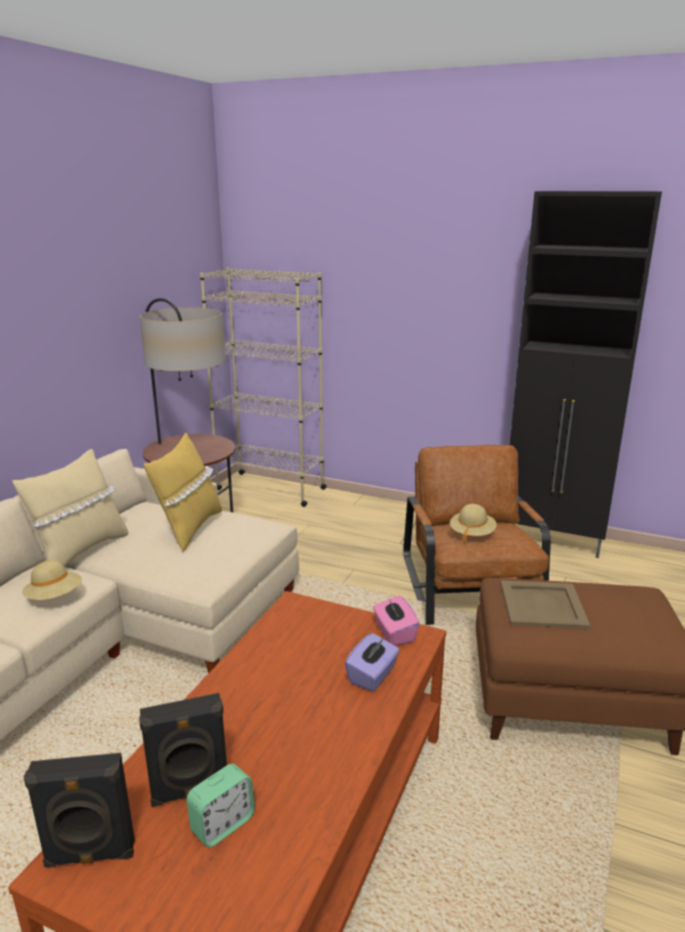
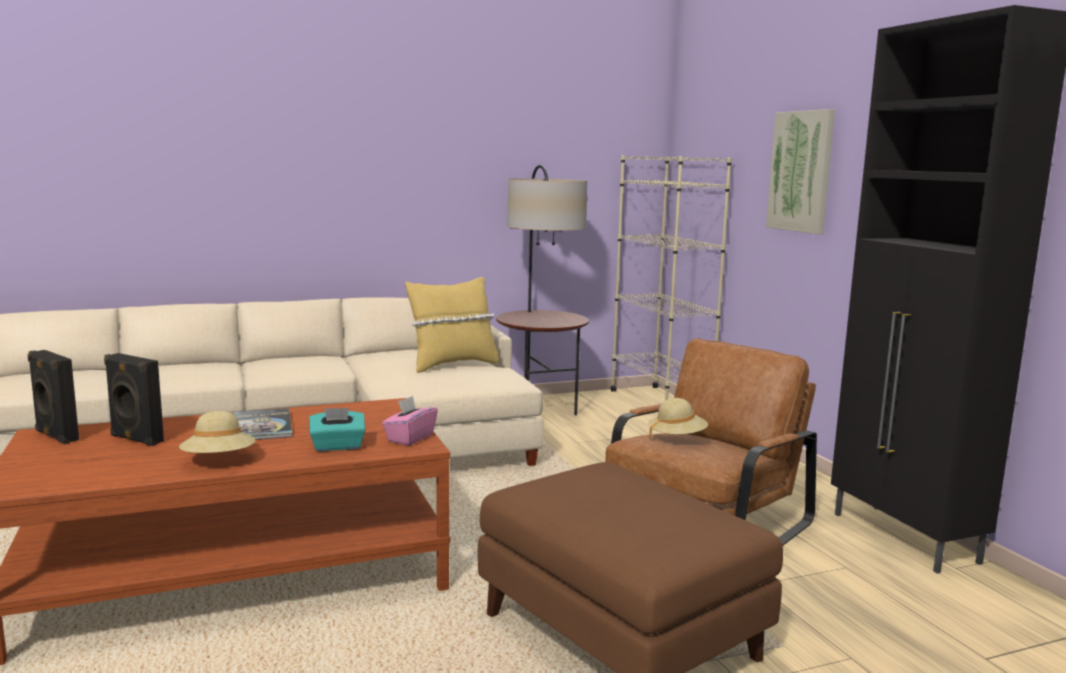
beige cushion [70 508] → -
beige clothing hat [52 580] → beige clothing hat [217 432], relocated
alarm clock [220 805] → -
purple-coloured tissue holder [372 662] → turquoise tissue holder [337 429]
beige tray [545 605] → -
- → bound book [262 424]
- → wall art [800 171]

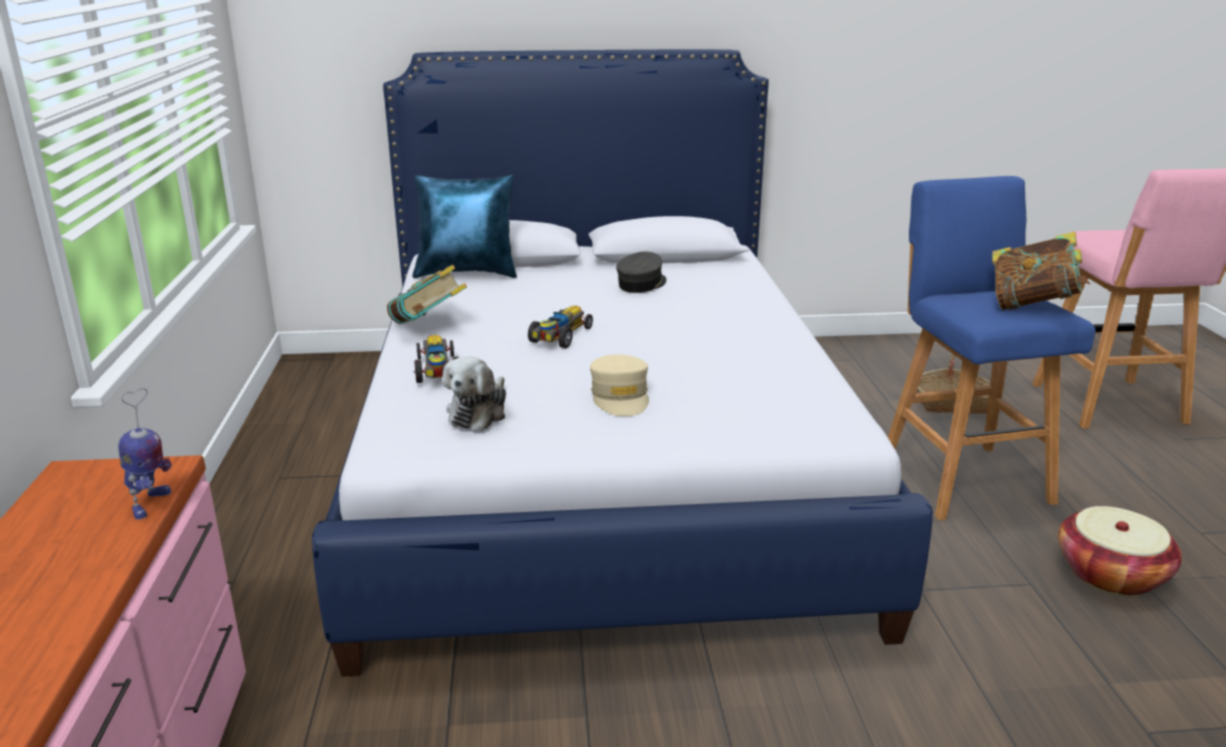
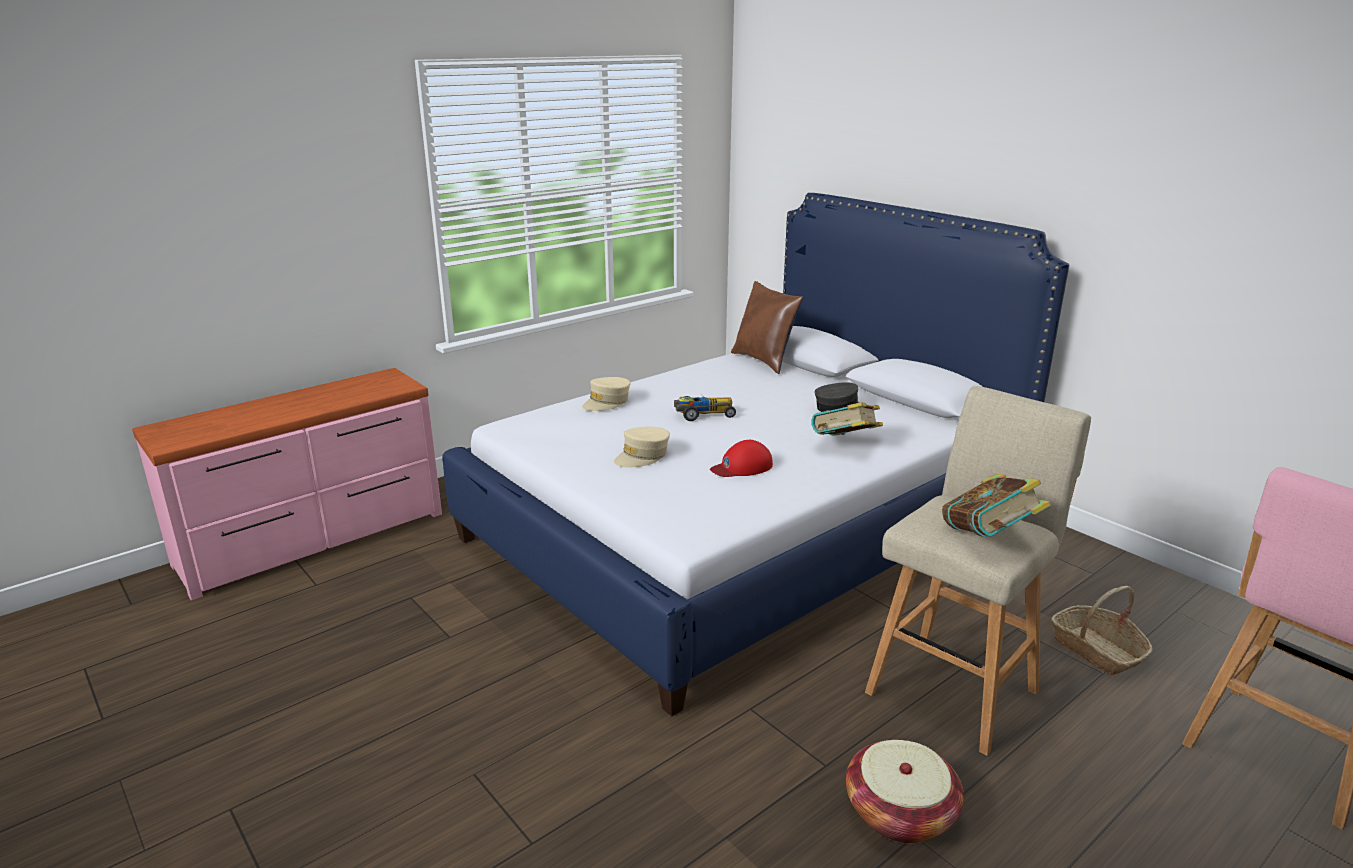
toy robot [145 454] → -
bound book [427 294] → bound book [847 419], relocated
blue-coloured cushion [465 226] → brownish cushion [767 327]
miniature car [436 359] → beige peaked cap [606 394]
soft toy [474 393] → -
blue-coloured stool [992 348] → beige stool [978 571]
- → reddish peaked cap [741 458]

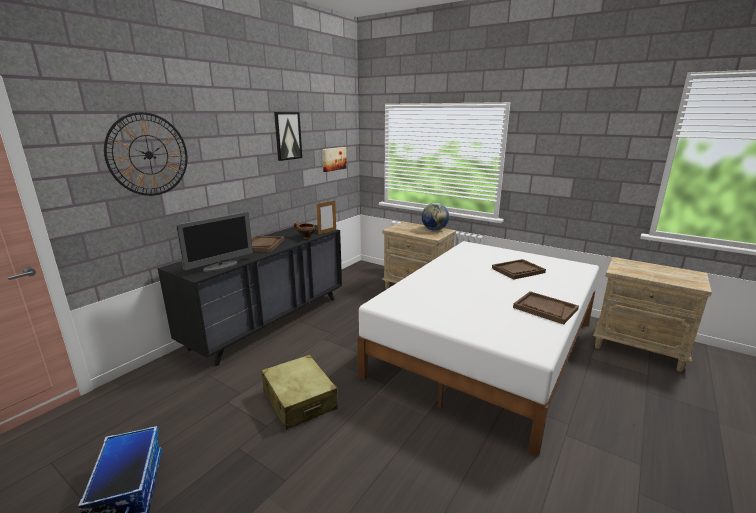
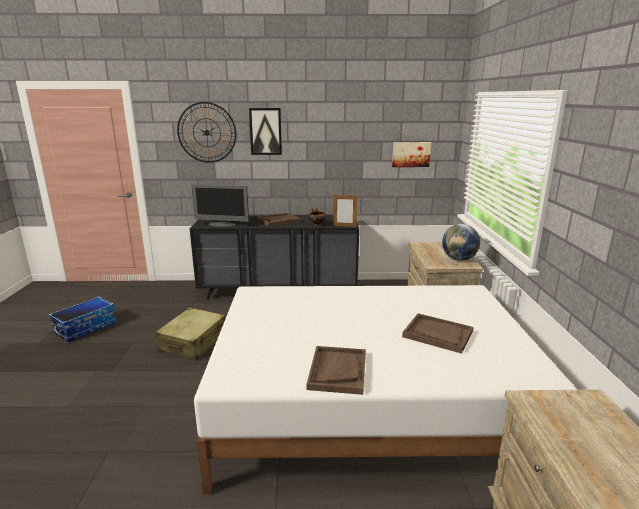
wall art [288 136] → wall art [265 131], relocated

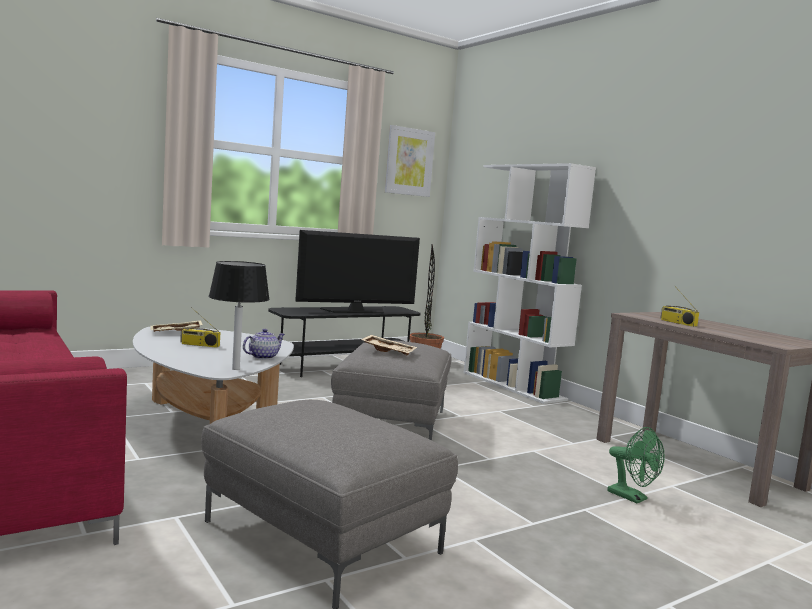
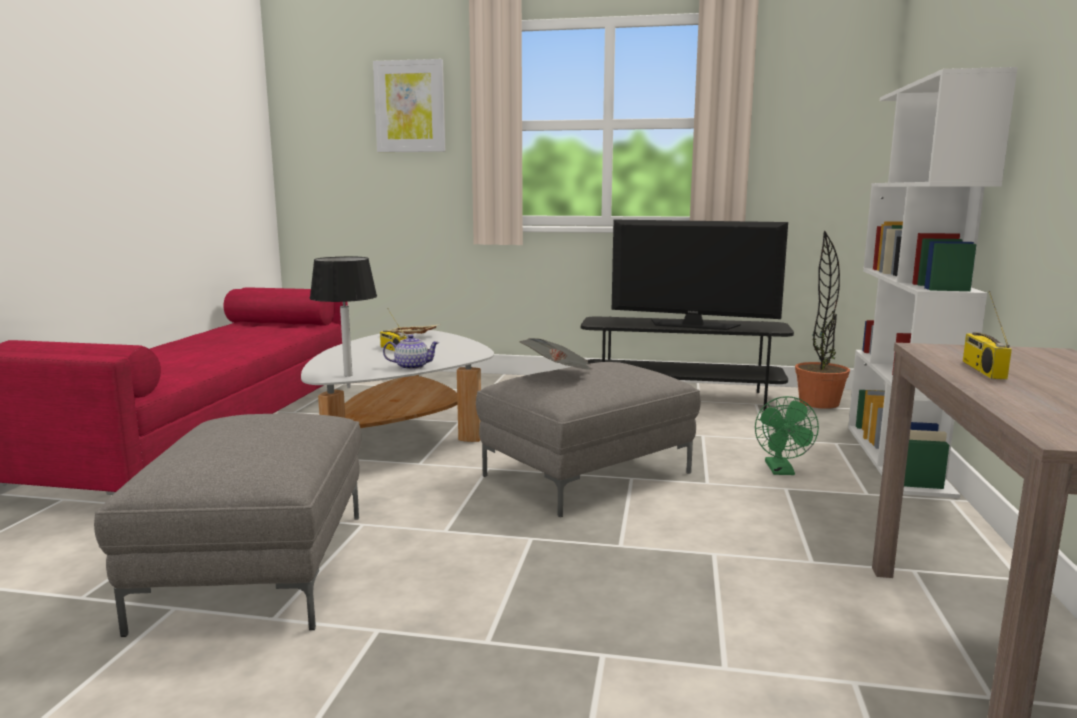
beige tray [389 345] → daily paper [556 354]
wall art [410 161] → wall art [409 105], relocated
green-coloured electric fan [636 465] → green-coloured electric fan [787 435], relocated

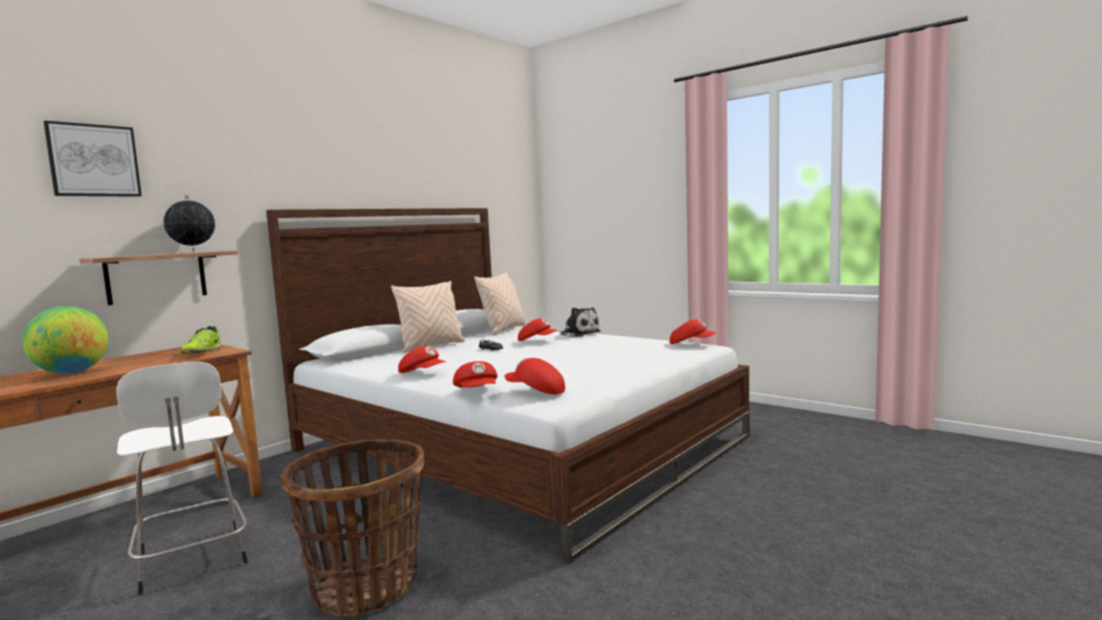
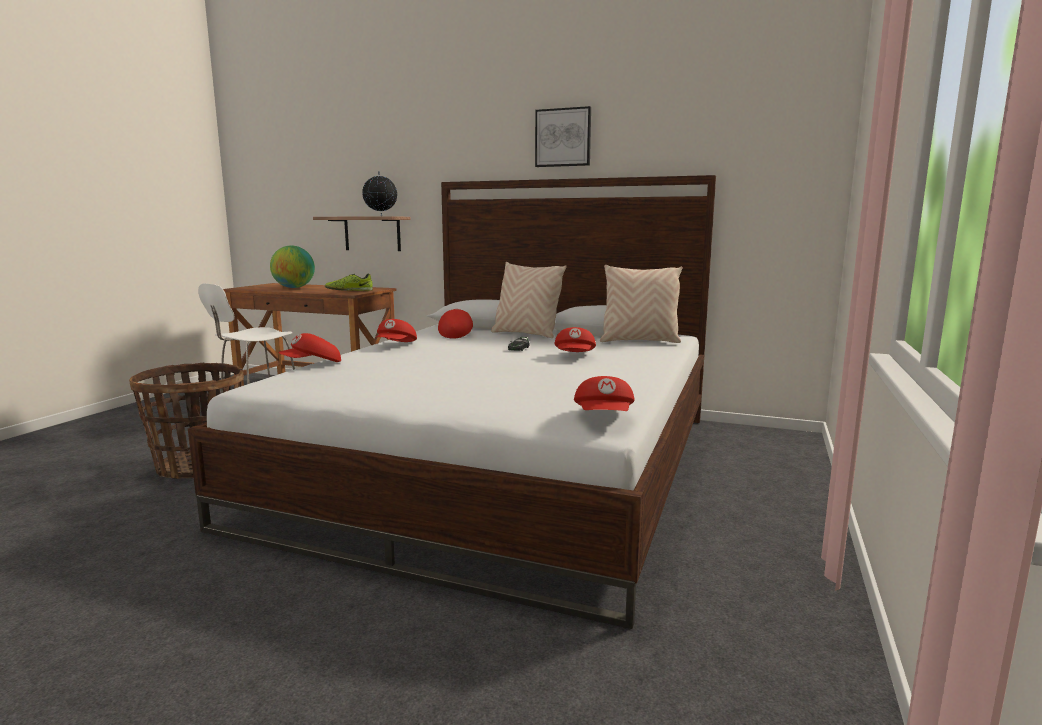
wall art [92 159] → wall art [563 136], relocated
reddish peaked cap [534 376] → reddish peaked cap [455 324], relocated
soft toy [579 322] → -

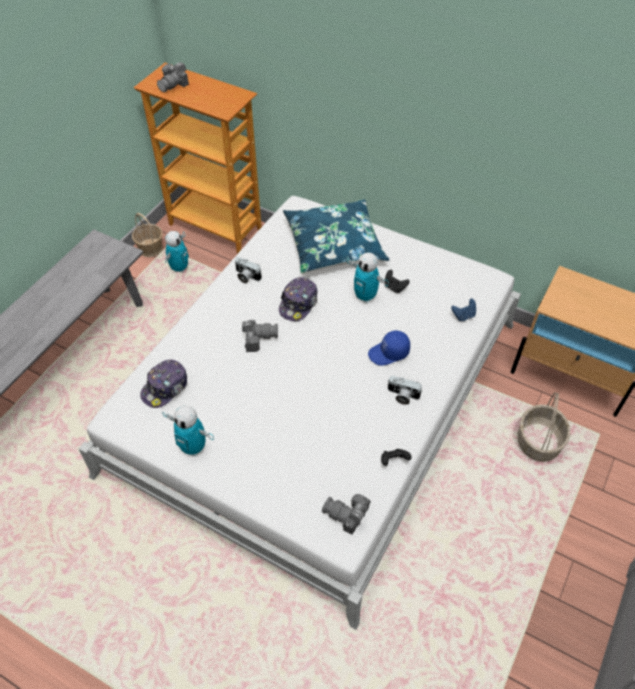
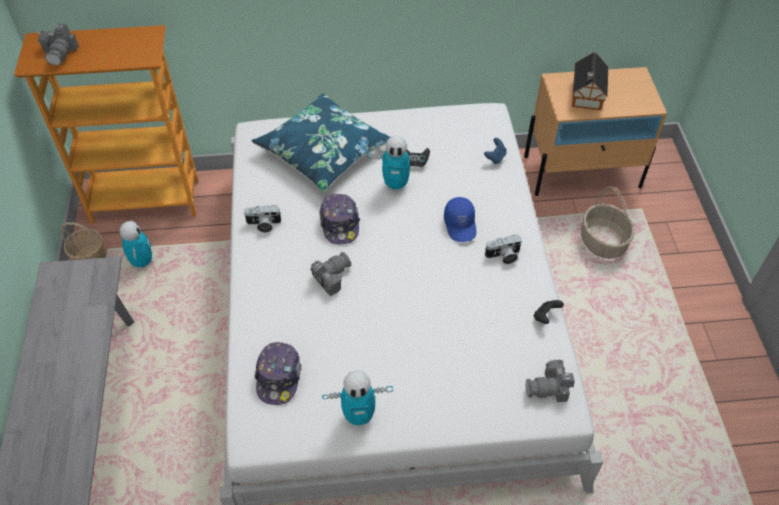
blue-coloured peaked cap [389 348] → blue-coloured peaked cap [460 219], 45 degrees counterclockwise
- → model house [590 81]

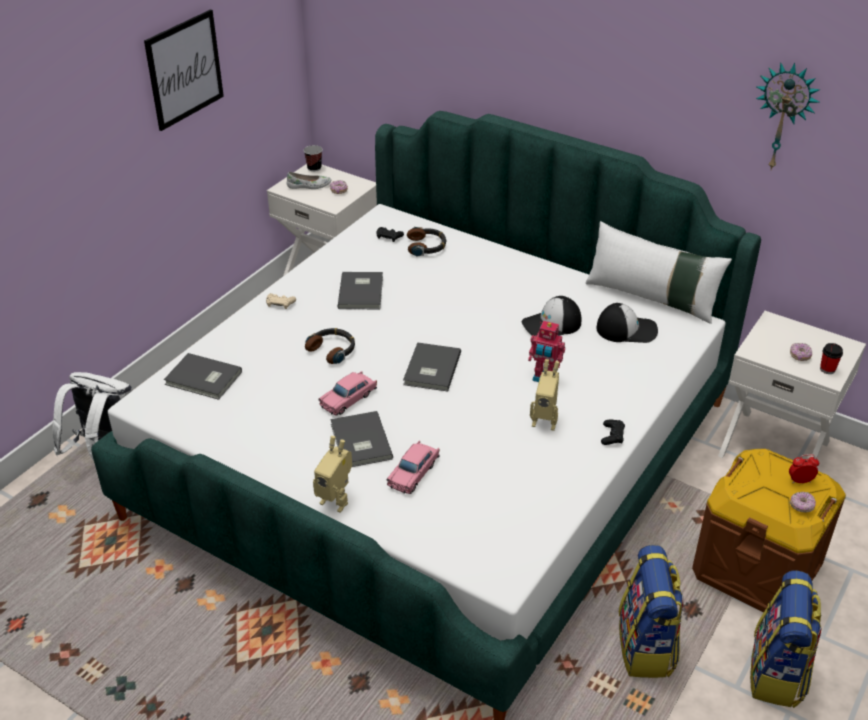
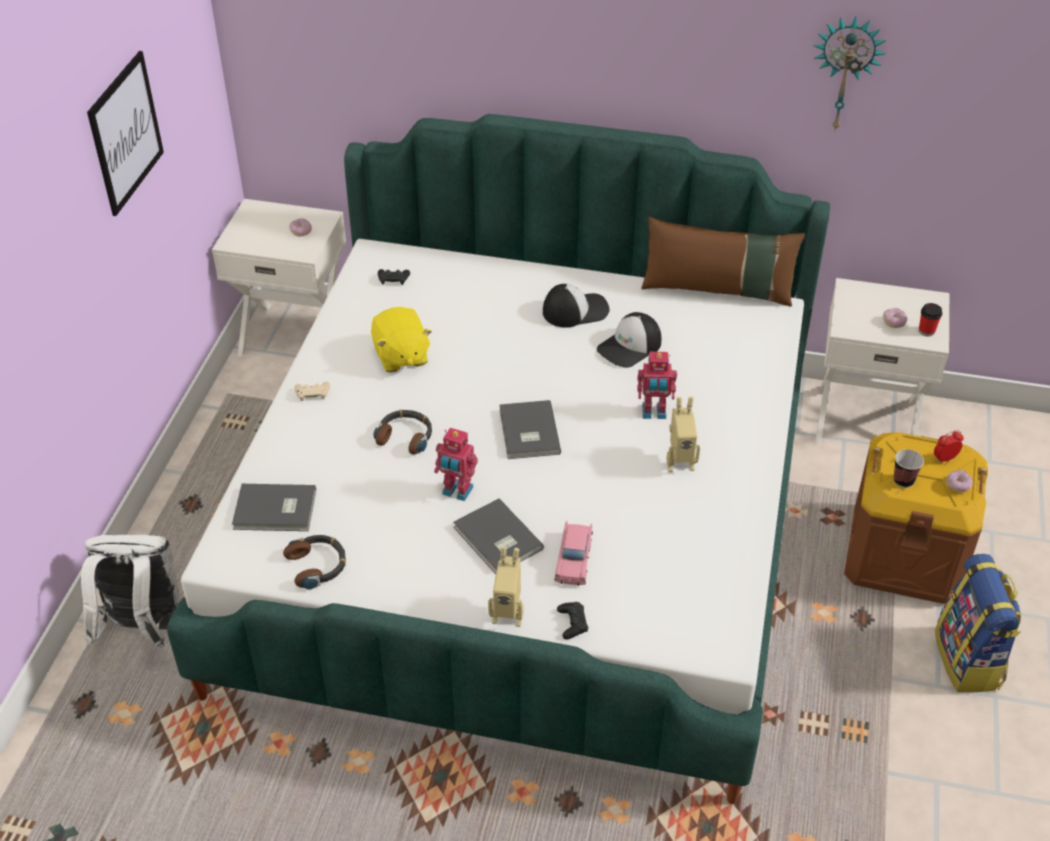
whitish shoe [309 180] → -
cup [313 158] → cup [909 468], relocated
pinkish miniature car [347 393] → toy robot [456 464]
gray bound book [360 290] → yellow soft toy [401 340]
headset [426 242] → headset [314 562], relocated
whitish cushion [659 272] → brownish cushion [723 262]
peaked cap [627 323] → peaked cap [576 305], relocated
black gamepad [613 432] → black gamepad [572 620], relocated
backpack [651 611] → -

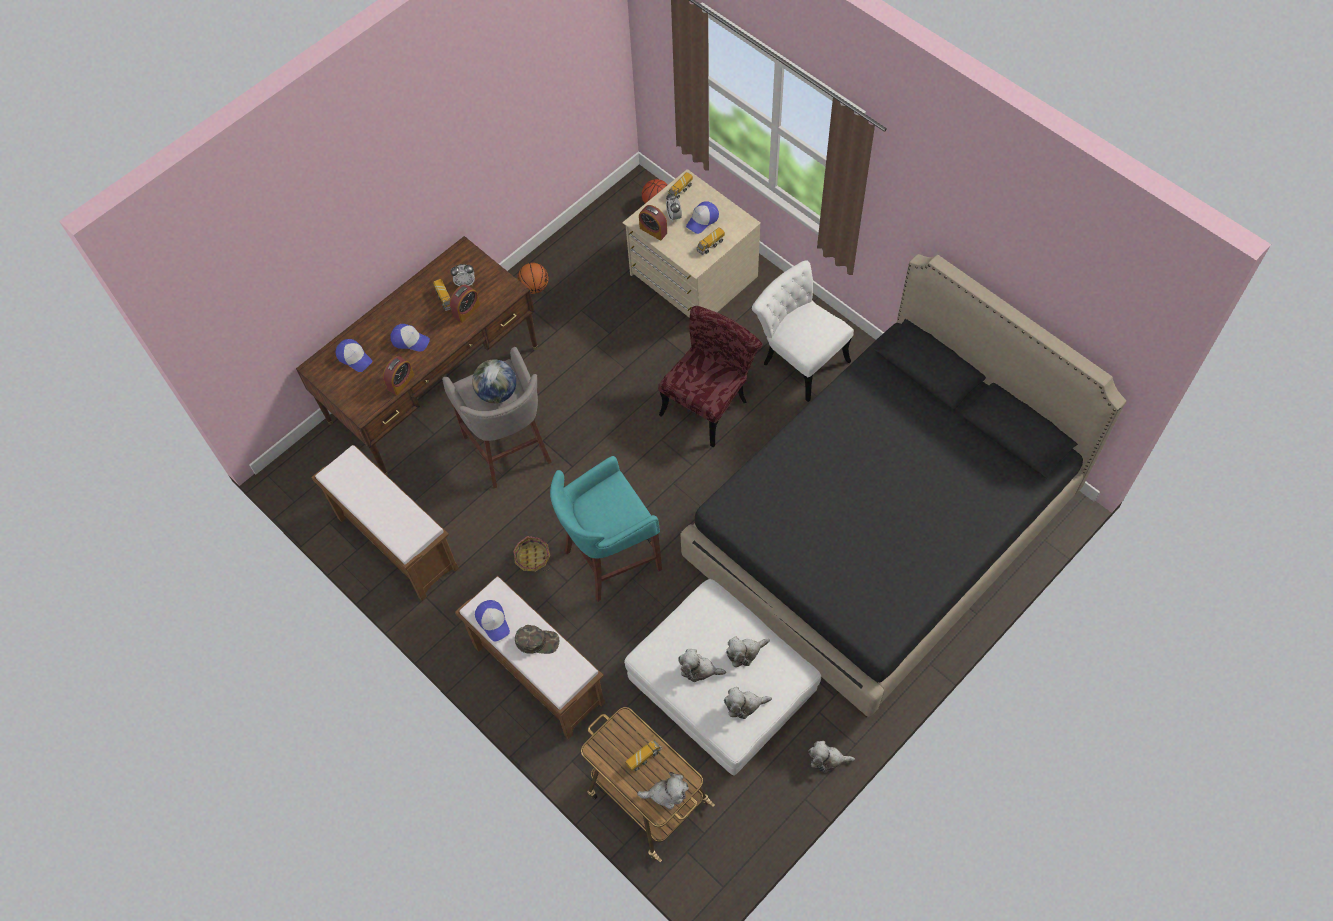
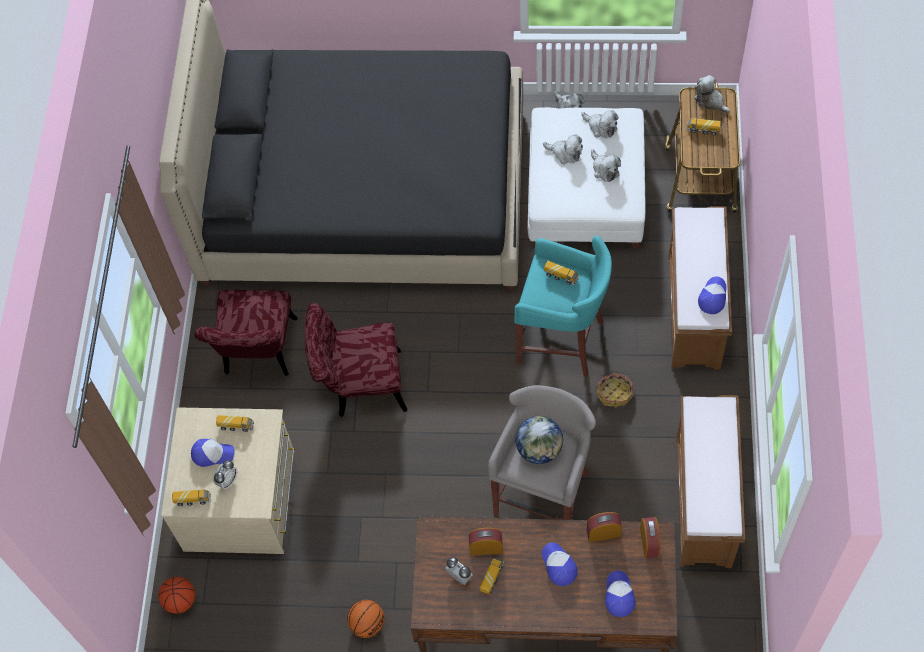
green-coloured peaked cap [537 639] → -
alarm clock [653 222] → alarm clock [650 537], relocated
whitish upright chair [803 331] → reddish upright chair [245 333]
- → model truck [561 273]

